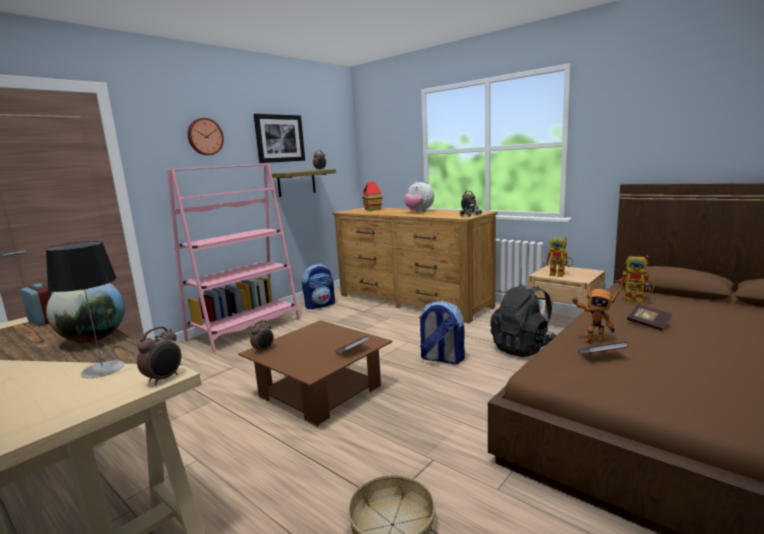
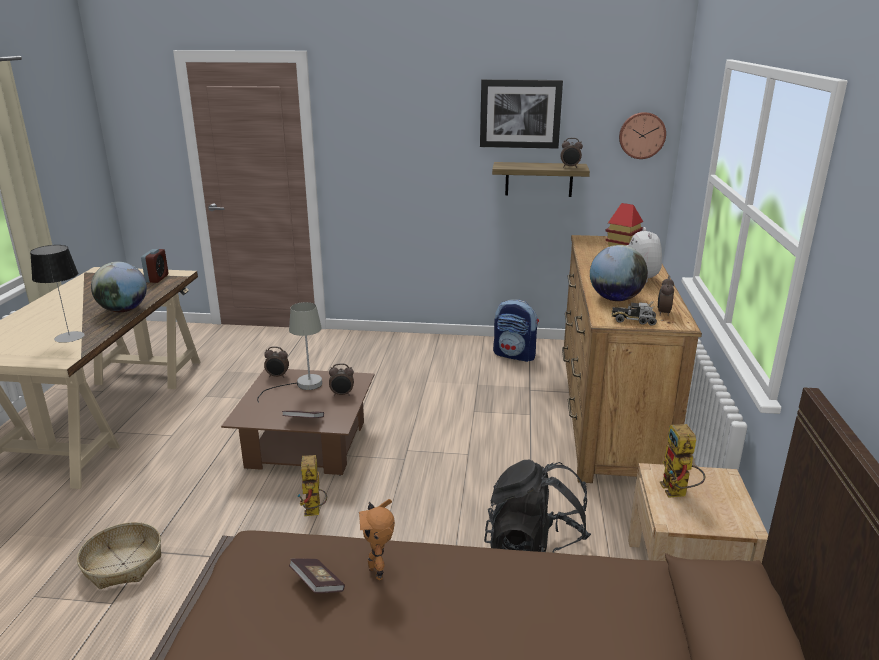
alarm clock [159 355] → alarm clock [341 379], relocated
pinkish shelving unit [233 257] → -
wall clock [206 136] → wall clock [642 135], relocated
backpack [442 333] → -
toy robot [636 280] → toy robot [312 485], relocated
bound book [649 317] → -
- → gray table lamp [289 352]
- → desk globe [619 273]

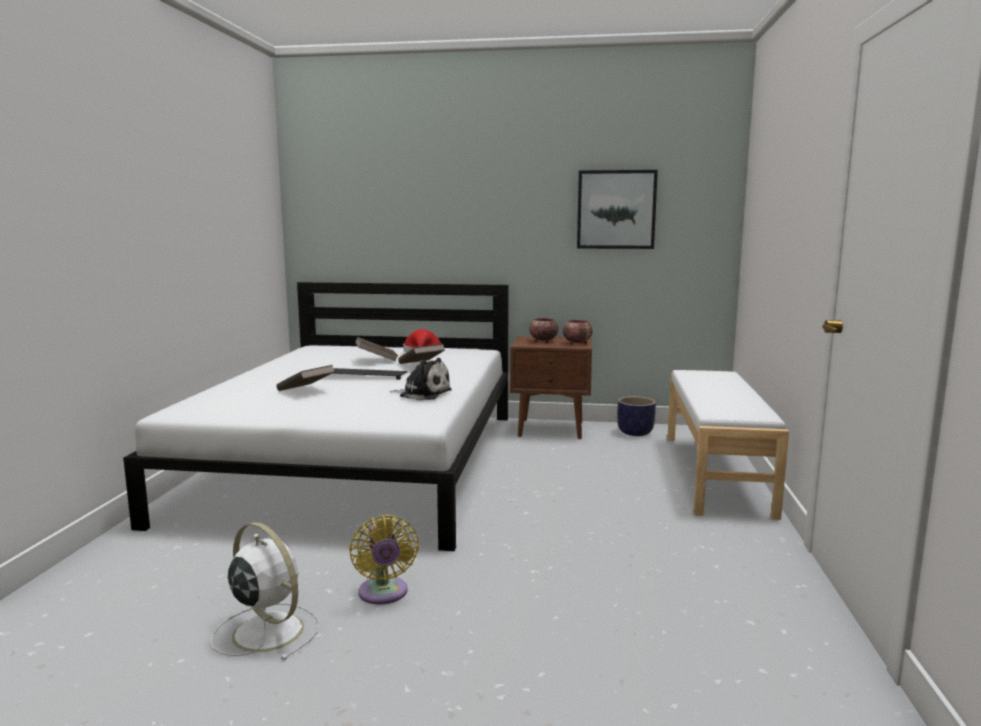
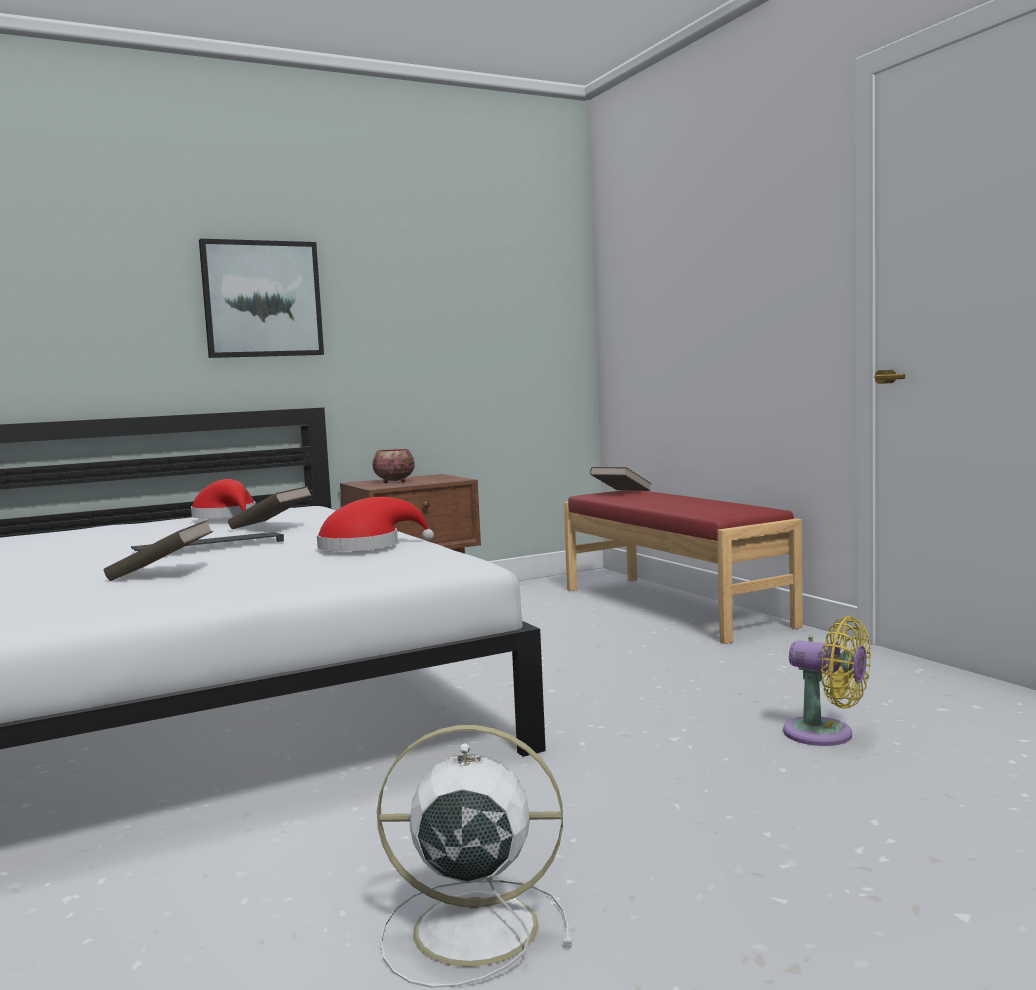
yellow electric fan [384 560] → yellow electric fan [827 681], relocated
brownish bound book [376 349] → brownish bound book [621 479], relocated
soft toy [421 379] → reddish clothing hat [375 524]
serving bowl [578 332] → -
wall art [617 209] → wall art [261 298], relocated
flower pot [636 416] → -
whitish bench [728 445] → reddish bench [683 567]

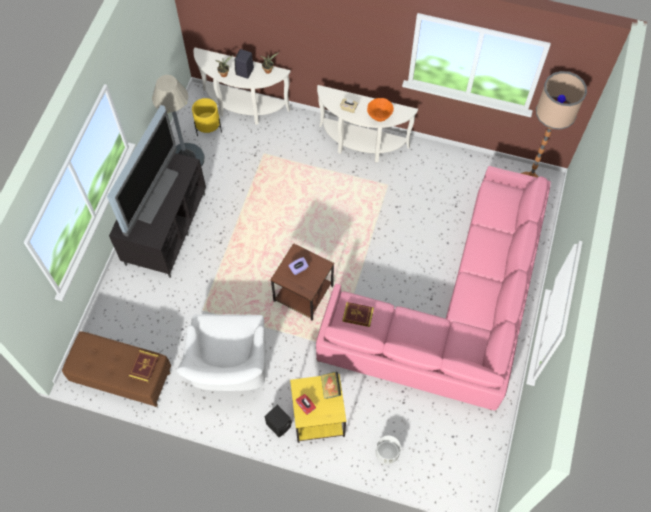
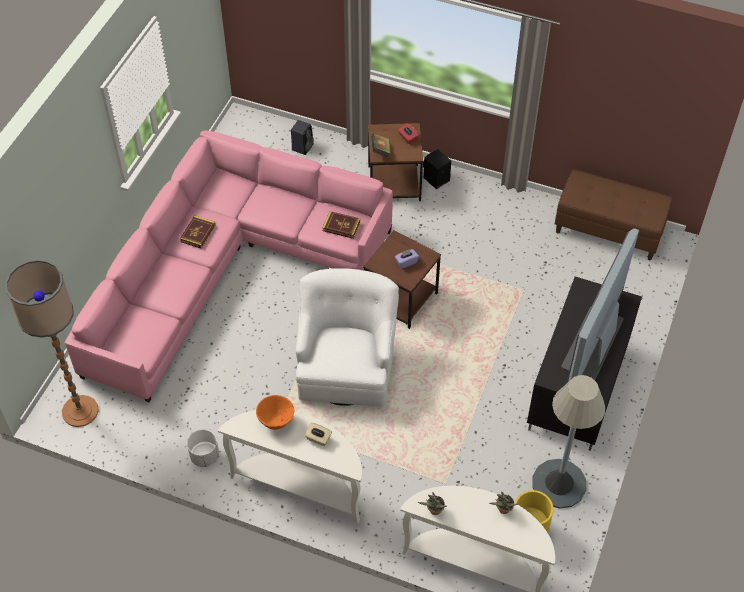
bound book [144 366] → bound book [197 232], relocated
whitish easy chair [221 352] → whitish easy chair [347 337], relocated
black speaker [244 64] → black speaker [302 137], relocated
yellow end table [318 408] → brownish end table [395 162]
whitish flower pot [388 450] → whitish flower pot [203 448], relocated

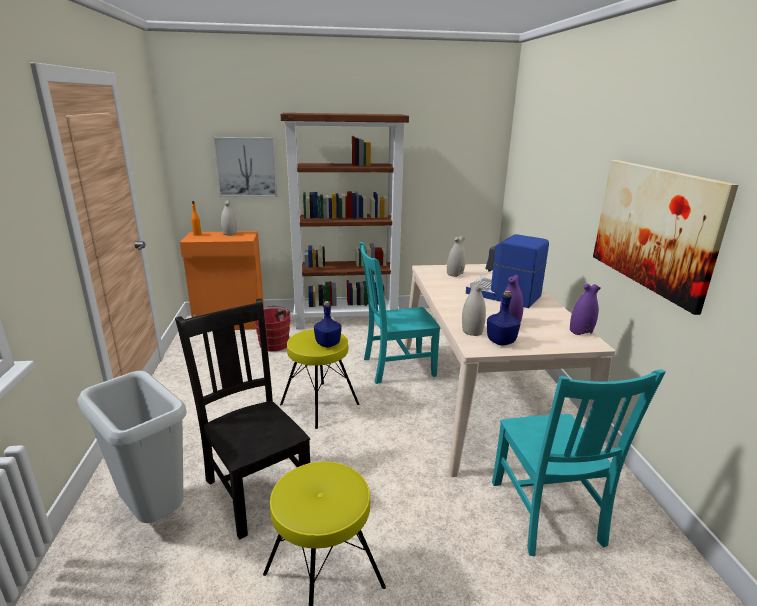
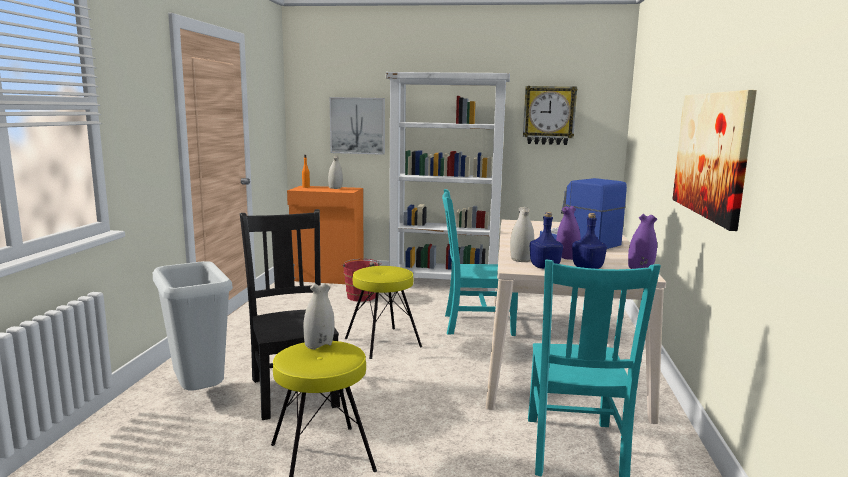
brownish shelving unit [345 221] → whitish shelving unit [448 181]
blue-coloured bottle [328 324] → blue-coloured bottle [589 241], relocated
whitish decorative vase [456 256] → whitish decorative vase [319 316], relocated
- → wall clock [550 115]

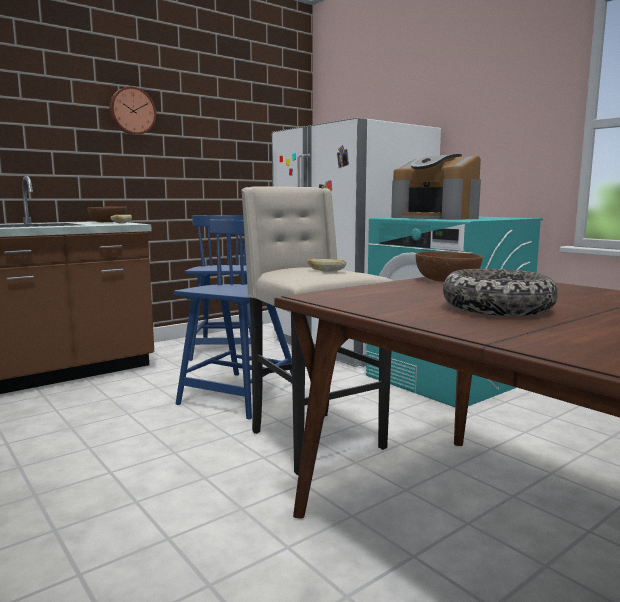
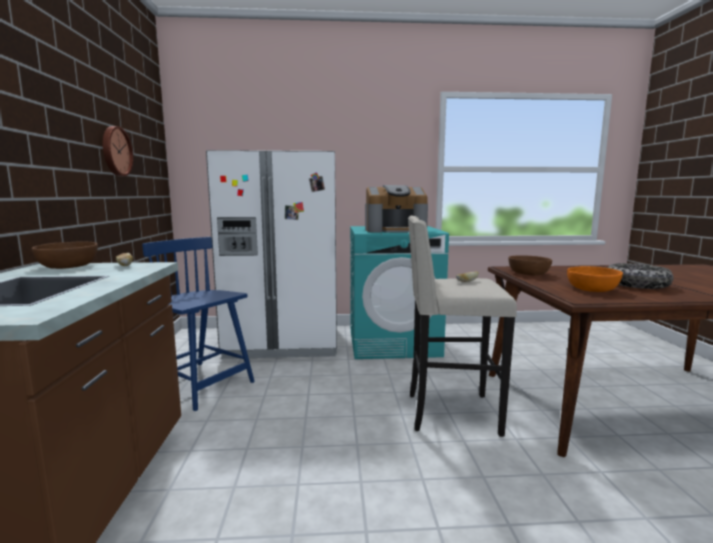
wall clock [133 110] → wall clock [118 151], relocated
blue-coloured upright chair [233 319] → -
- → orangey serving bowl [595 279]

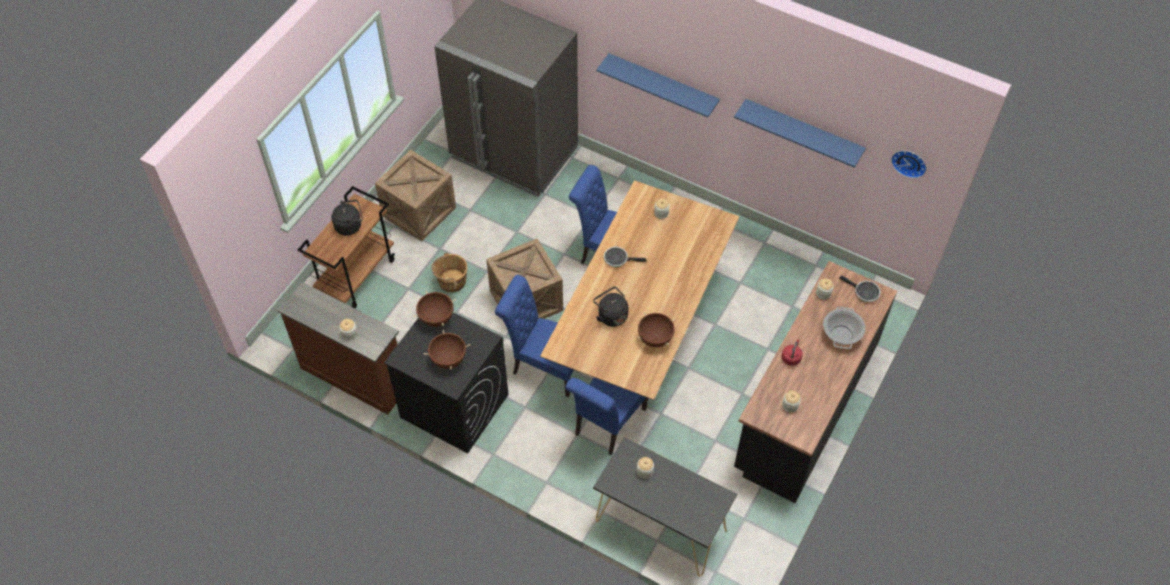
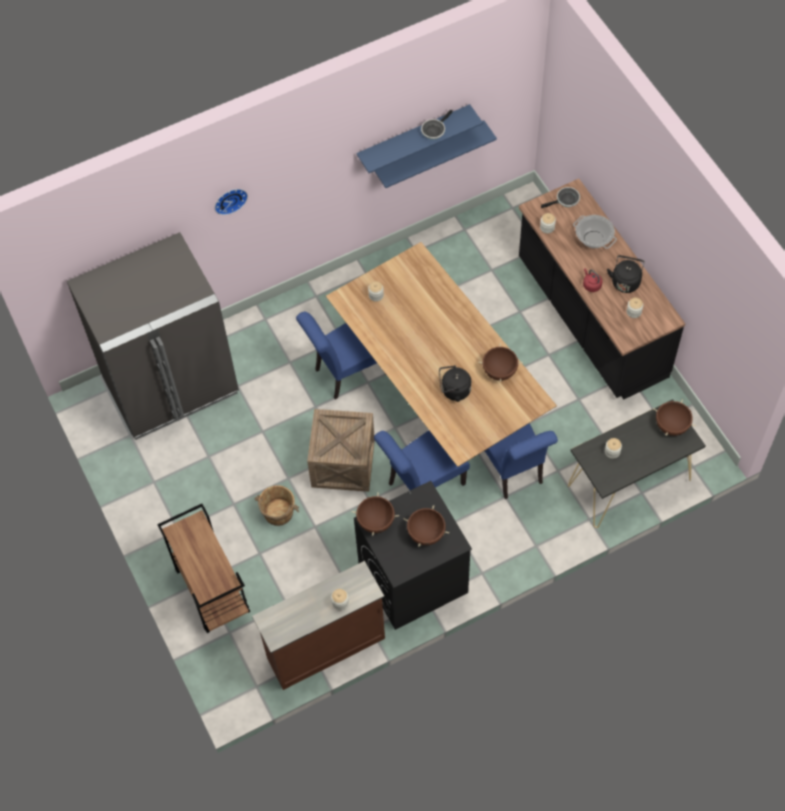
black water kettle [347 218] → black water kettle [626 274], relocated
packing crate [415 195] → -
blue-coloured shelf [658 85] → blue-coloured shelf [436 154], relocated
frying pan [625 257] → frying pan [437 125], relocated
wall clock [909 164] → wall clock [231 202], relocated
- → brownish cooking pot [674 417]

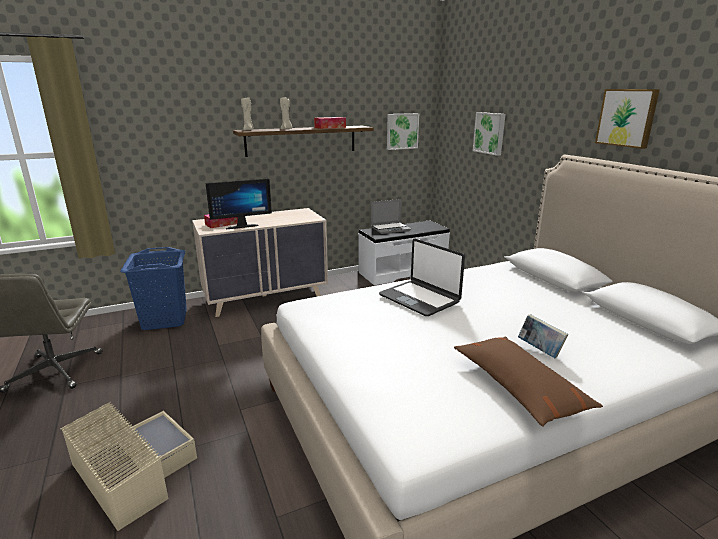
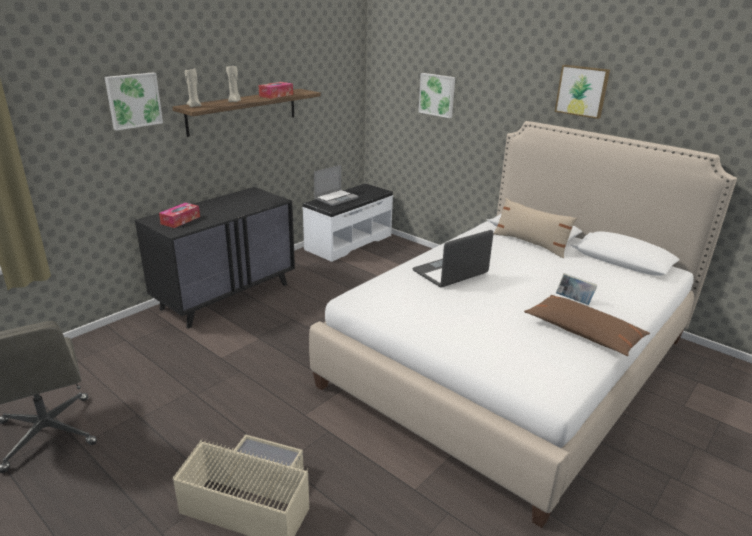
blue-coloured laundry basket [153 288] → -
beige dresser [260 262] → black dresser [215 257]
computer screen [238 204] → -
notebook computer [422 277] → notebook computer [452 259], 120 degrees clockwise
wall art [403 131] → wall art [134 101], relocated
- → beige cushion [535 228]

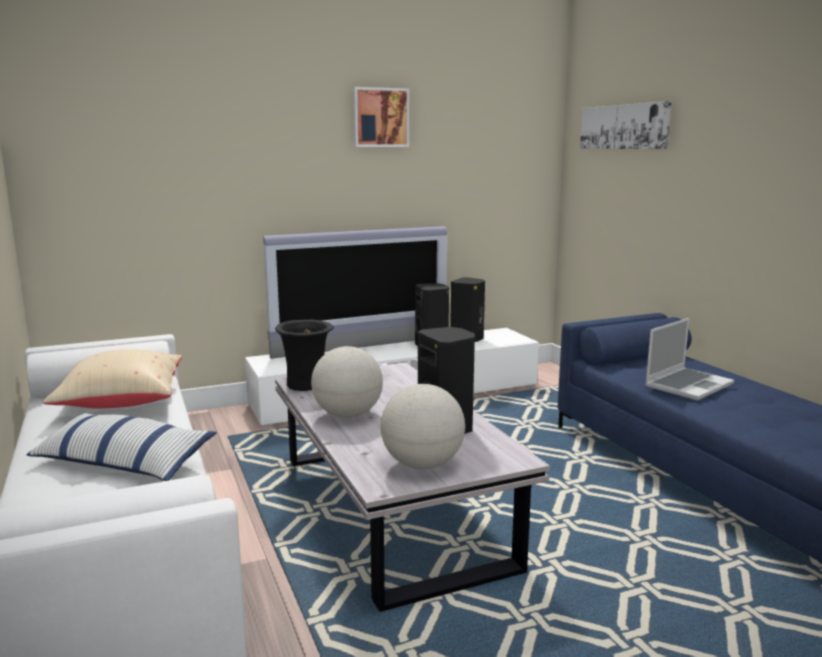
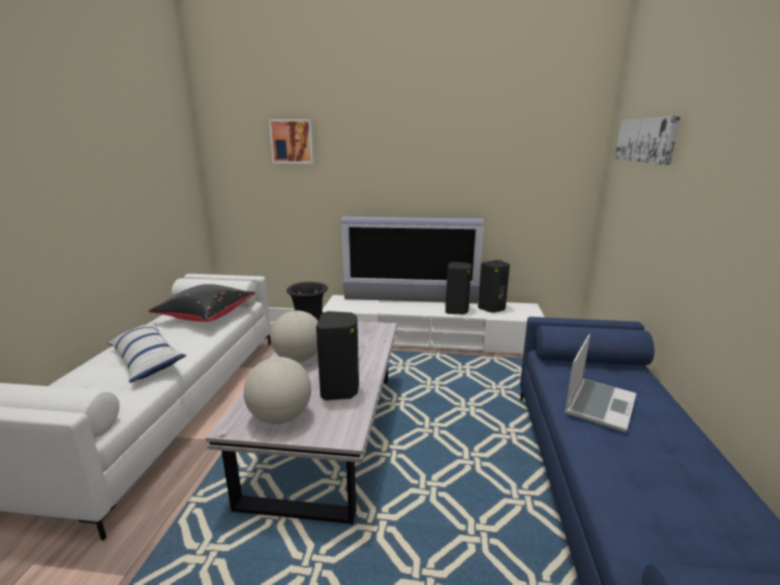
beige cushion [112 379] → black cushion [202 303]
wall art [381 117] → wall art [291 141], relocated
notebook computer [689 359] → notebook computer [600 383], 45 degrees counterclockwise

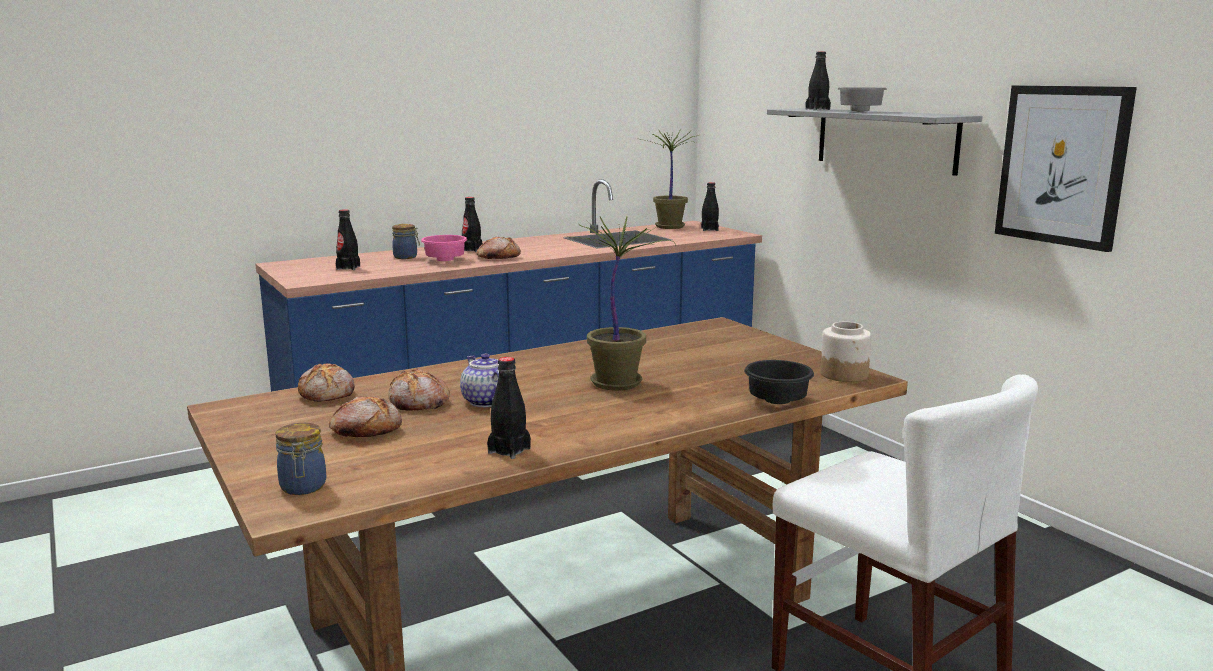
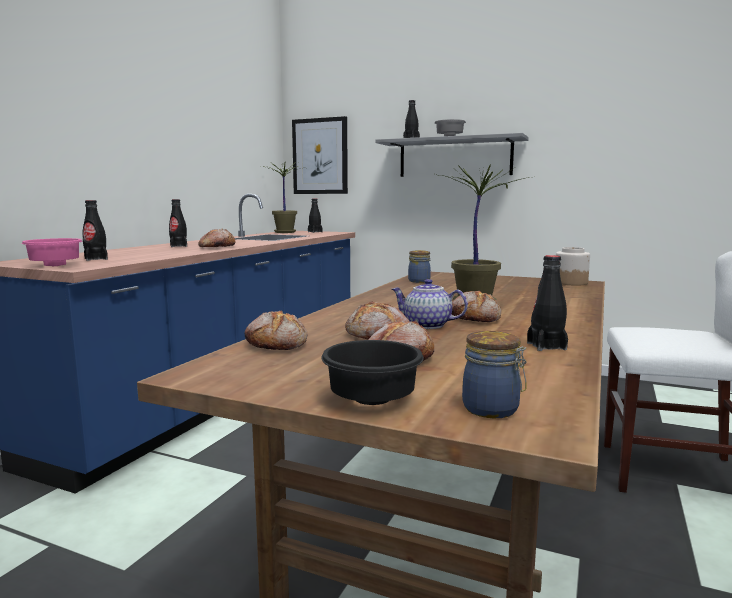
jar [406 241] → jar [419 266], relocated
pinkish serving bowl [444 248] → pinkish serving bowl [52 252], relocated
black serving bowl [779 382] → black serving bowl [373 372], relocated
wall art [1066 169] → wall art [320 155], relocated
- → baked bread [476 306]

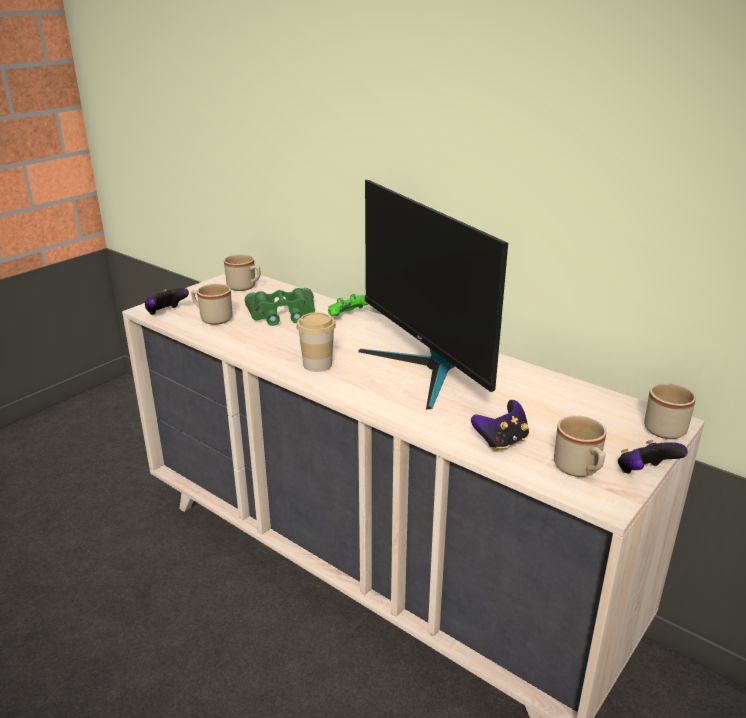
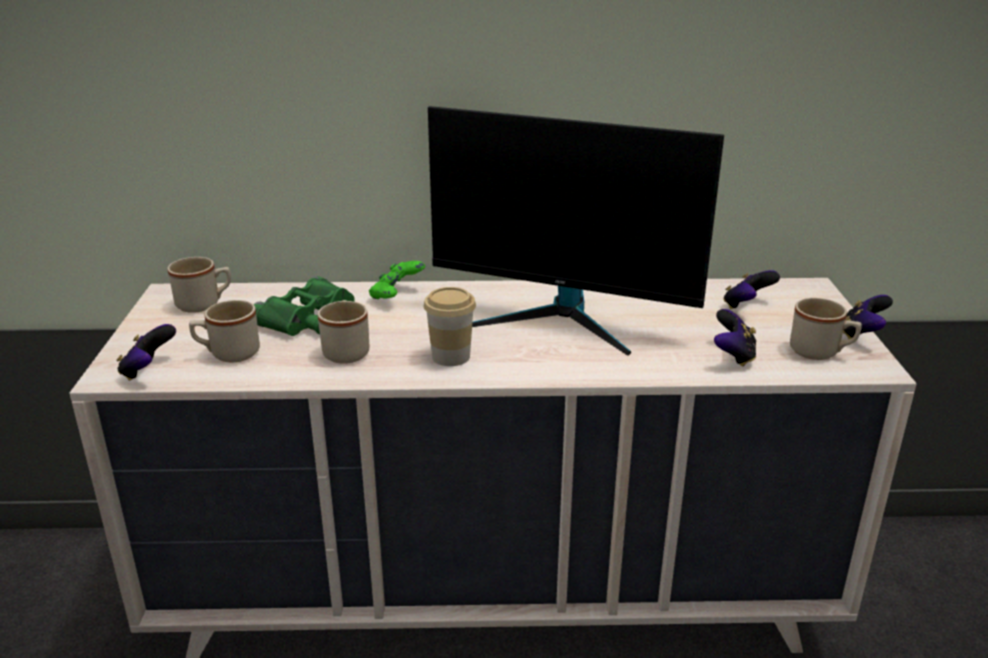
beige tea mug [670 411] → beige tea mug [343 332], relocated
- → gamepad [751 289]

